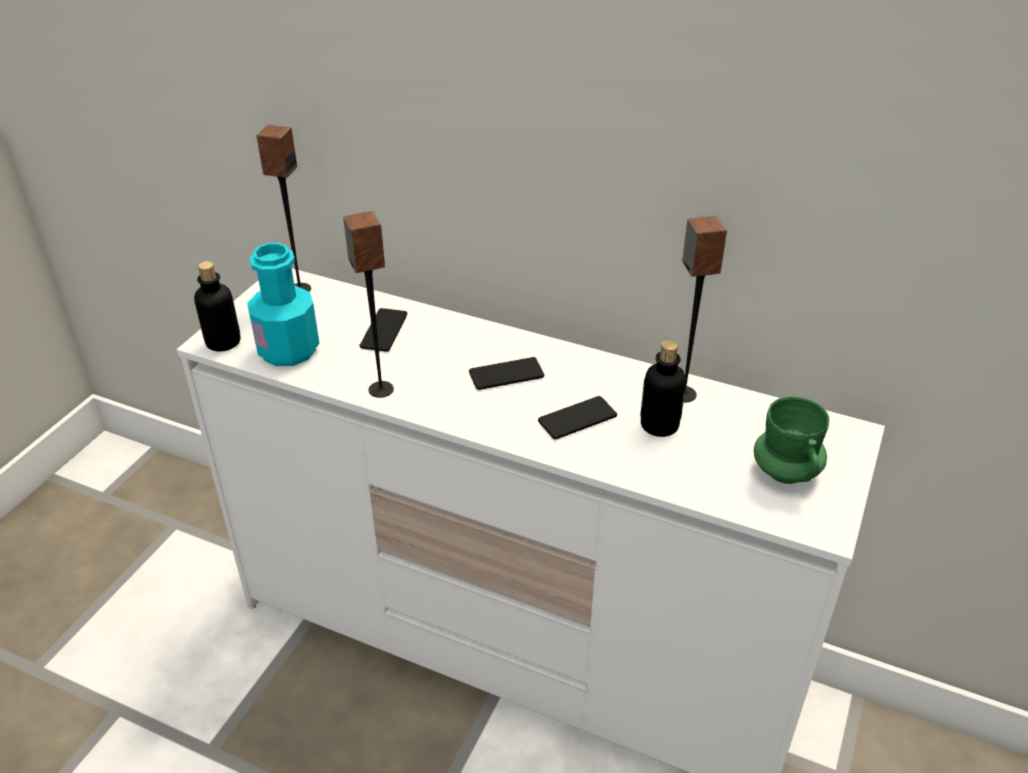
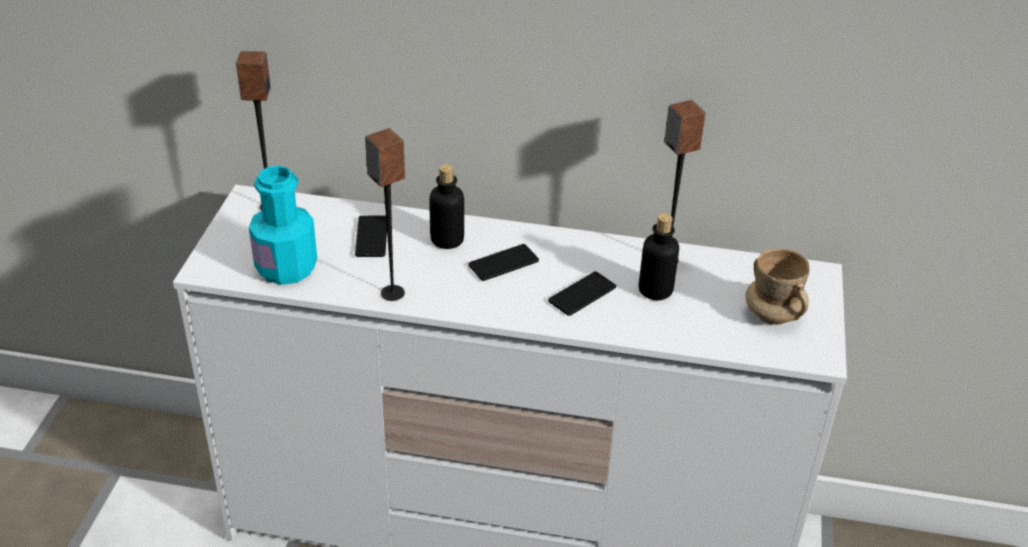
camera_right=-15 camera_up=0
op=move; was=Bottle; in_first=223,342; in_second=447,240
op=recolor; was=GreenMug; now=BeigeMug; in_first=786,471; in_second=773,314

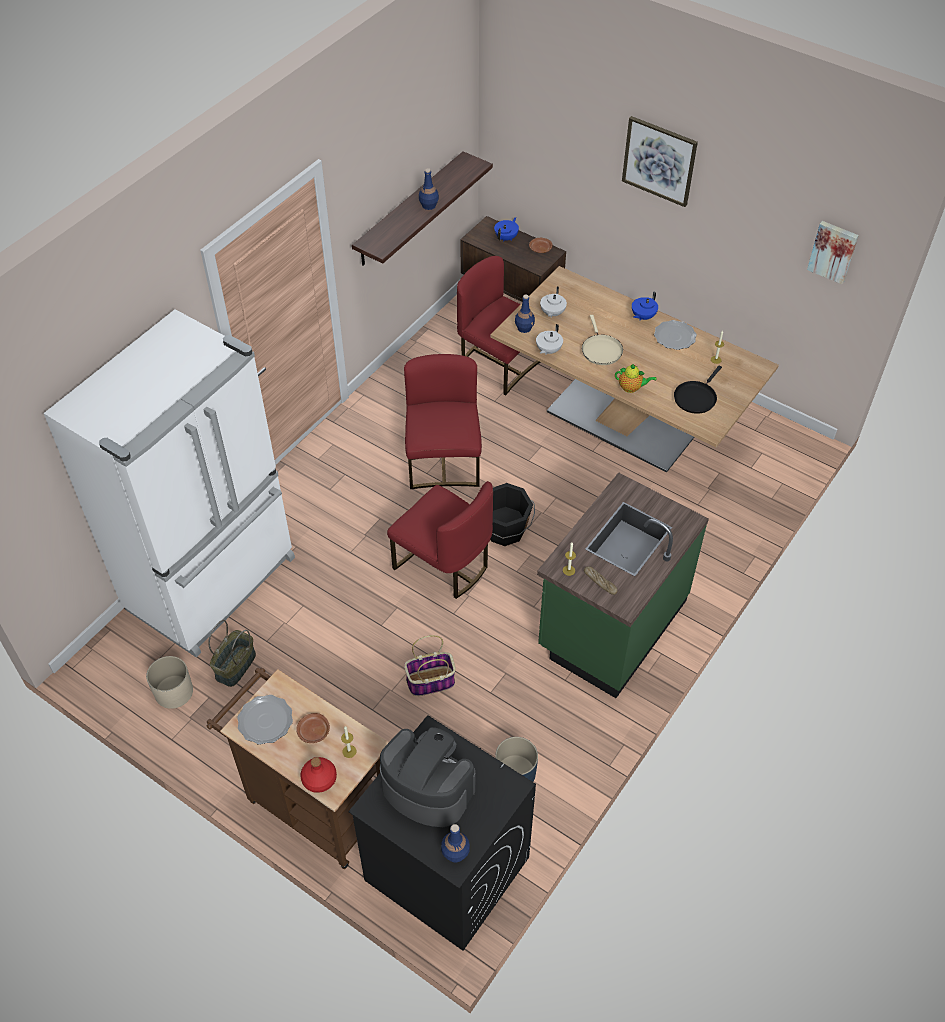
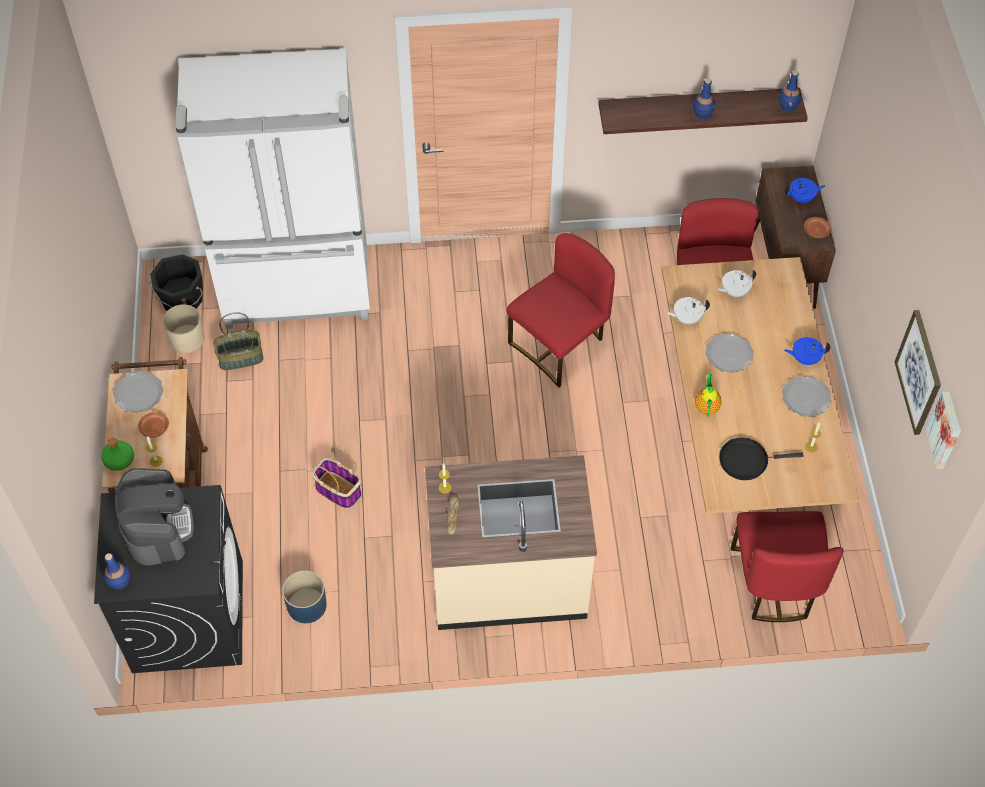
camera_right=50 camera_up=5
op=recolor; was=RedBottle; now=GreenBottle; in_first=319,779; in_second=119,460
op=move; was=BlackBucket; in_first=505,530; in_second=182,300
op=recolor; was=GreenCounter; now=BeigeCounter; in_first=611,624; in_second=508,578
op=rotate; was=Teapot; in_first=631,388; in_second=706,406; clockwise=-150
op=replace; was=BeigeFryingPan; now=Plate; in_first=600,350; in_second=728,354
op=move; was=RedChair; in_first=444,565; in_second=774,583
op=move; was=BlueBottle; in_first=524,328; in_second=788,106
op=move; was=Picture; in_first=659,161; in_second=919,372

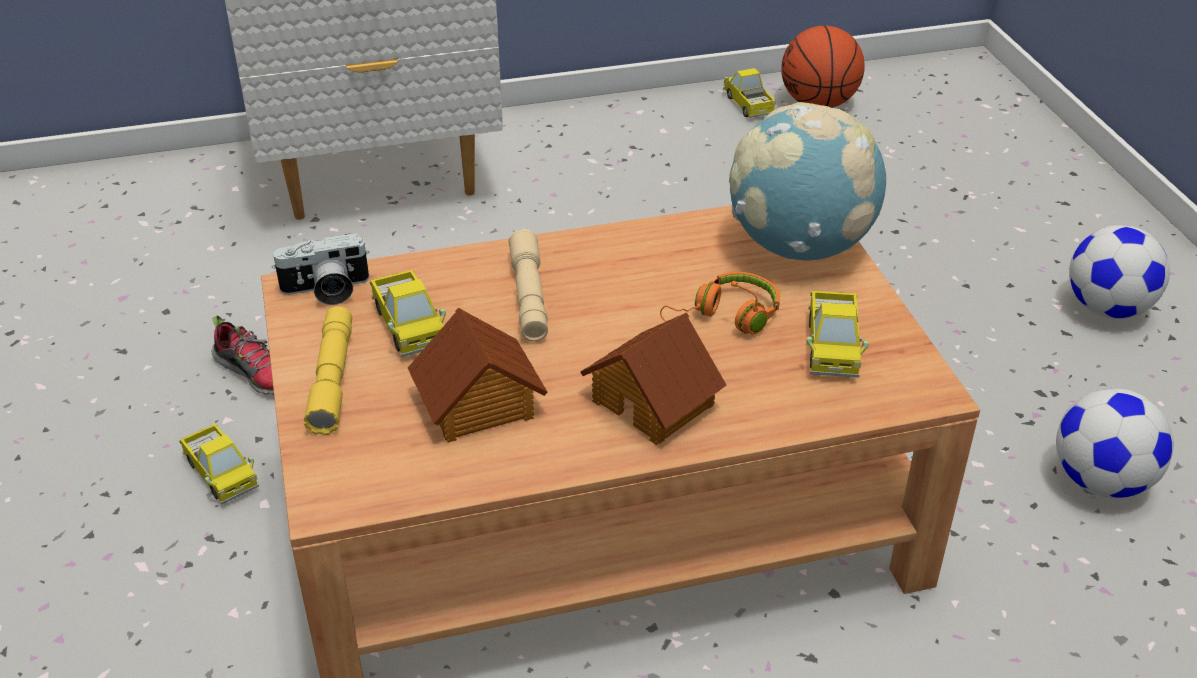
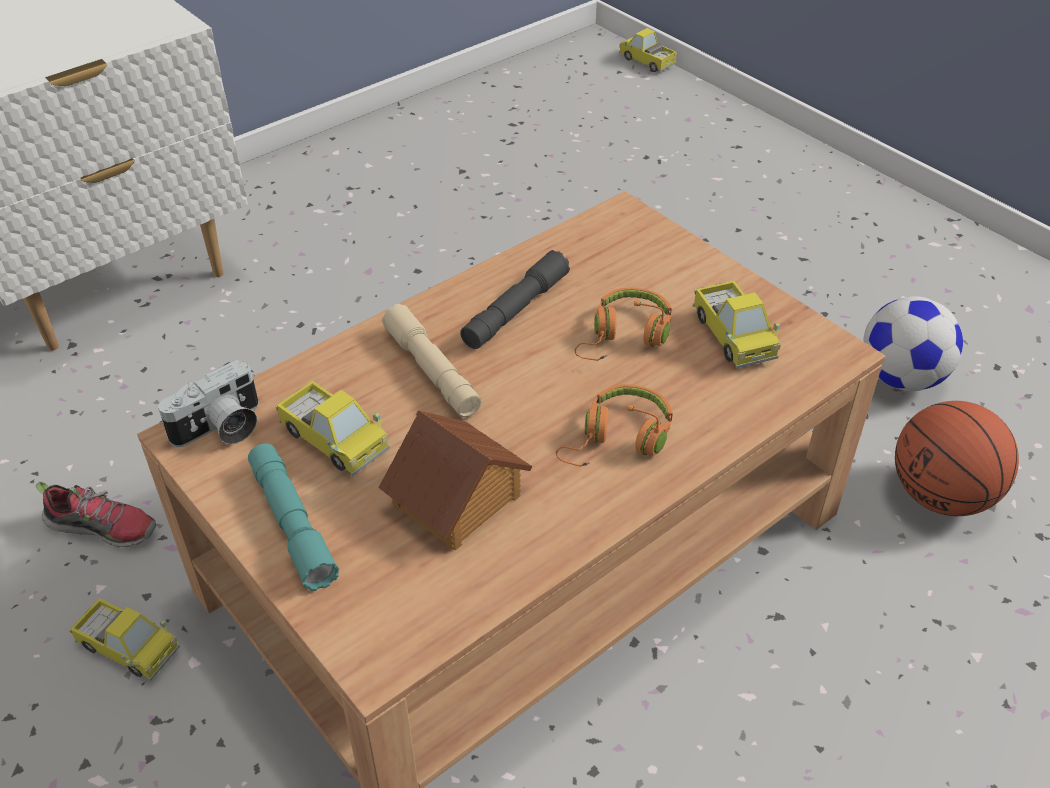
camera_right=-25 camera_up=5
op=recolor; was=YellowFlashlight; now=TurquoiseFlashlight; in_first=332,379; in_second=292,524
op=insert; now=GreyFlashlight; in_second=515,310
op=replace; was=ToyHouse; now=OrangeHeadphones; in_first=654,401; in_second=618,440
op=move; was=ToyTruck; in_first=748,105; in_second=647,61
op=move; was=Basketball; in_first=819,103; in_second=941,495
op=delete; was=Globe; in_first=800,247
op=delete; was=Football; in_first=1107,308

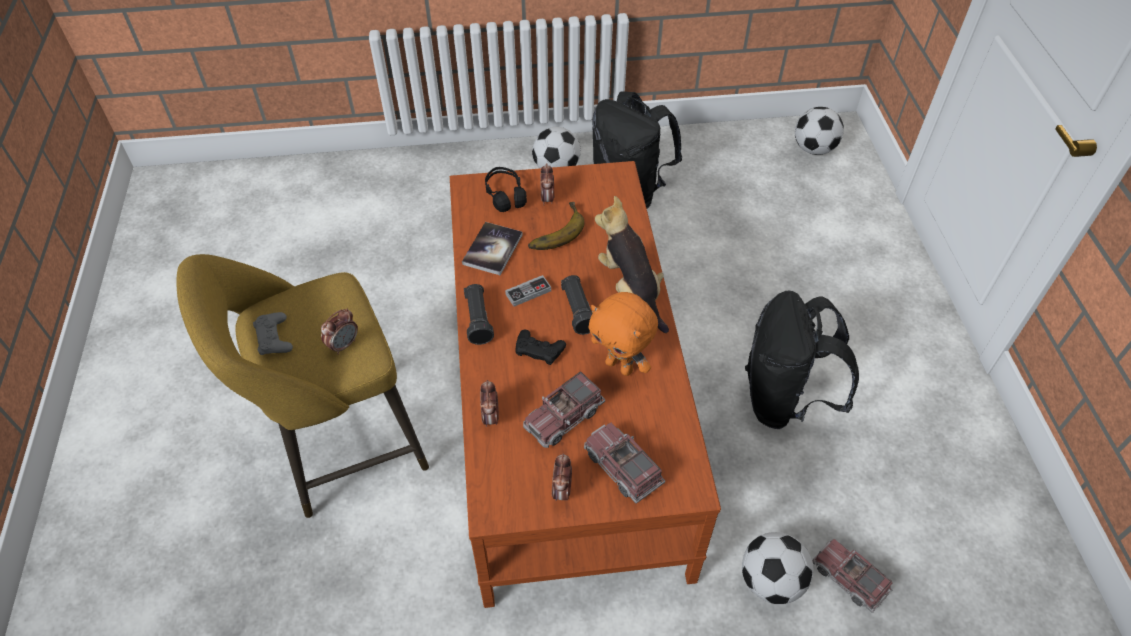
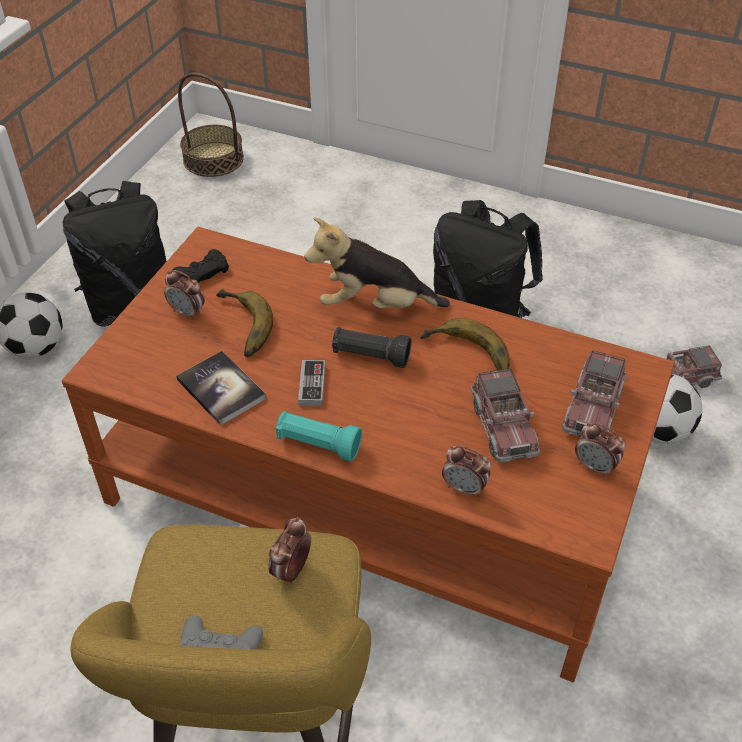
camera_right=-60 camera_up=-5
op=move; was=BlackGameController; in_first=539,349; in_second=202,272
op=replace; was=Football; now=Basket; in_first=813,149; in_second=213,159
op=rotate; was=AlarmClock; in_first=343,345; in_second=291,570; clockwise=-135
op=recolor; was=BlackFlashlight; now=TurquoiseFlashlight; in_first=478,320; in_second=318,444
op=replace; was=OrangePlushToy; now=Banana; in_first=620,366; in_second=467,356
op=rotate; was=ToyTruck; in_first=622,467; in_second=593,408; clockwise=-60
op=delete; was=BlackHeadphones; in_first=505,195

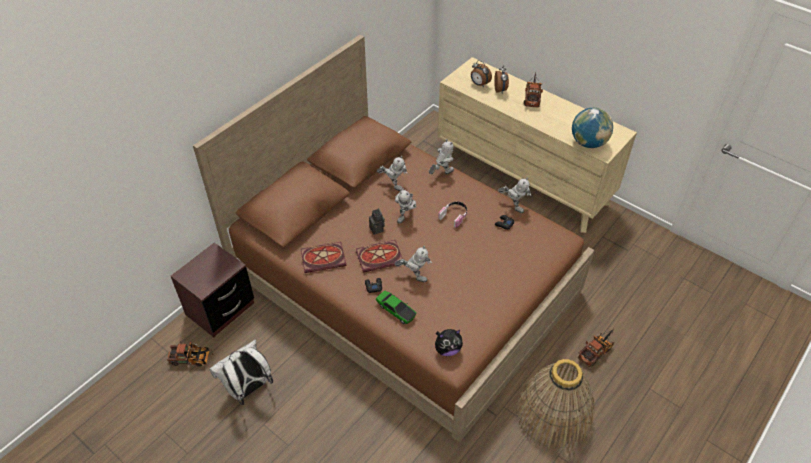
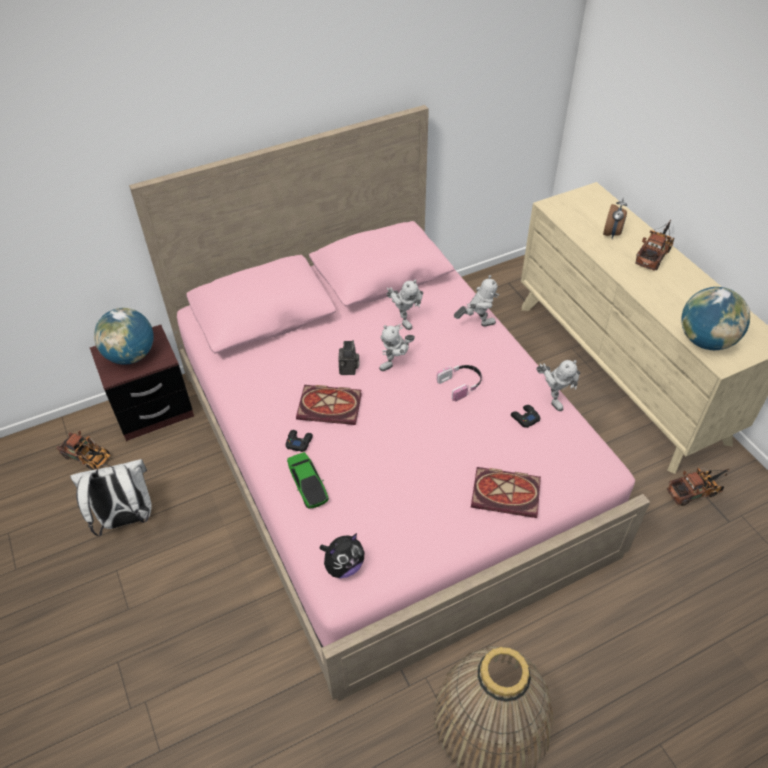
camera_right=25 camera_up=0
op=insert; now=Globe; in_second=131,356
op=recolor; was=BrownBed; now=PinkBed; in_first=405,284; in_second=386,457
op=rotate; was=PlushToy; in_first=447,349; in_second=343,566; clockwise=-45
op=move; was=Book; in_first=324,258; in_second=507,493
op=move; was=ToyTruck; in_first=596,351; in_second=696,491
op=delete; was=ToyRobot; in_first=414,276
op=delete; was=AlarmClock; in_first=479,84

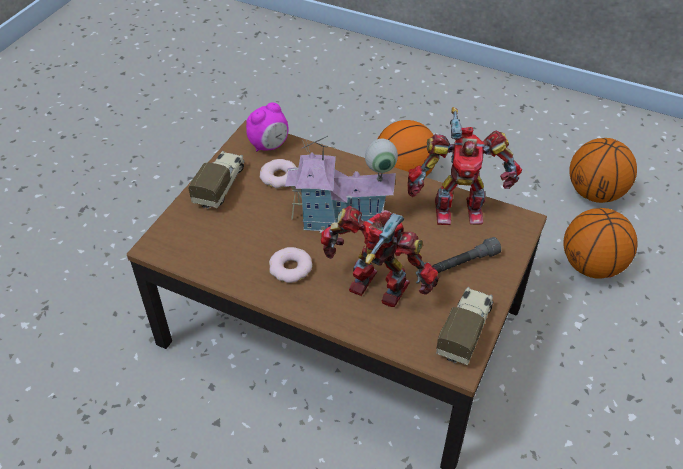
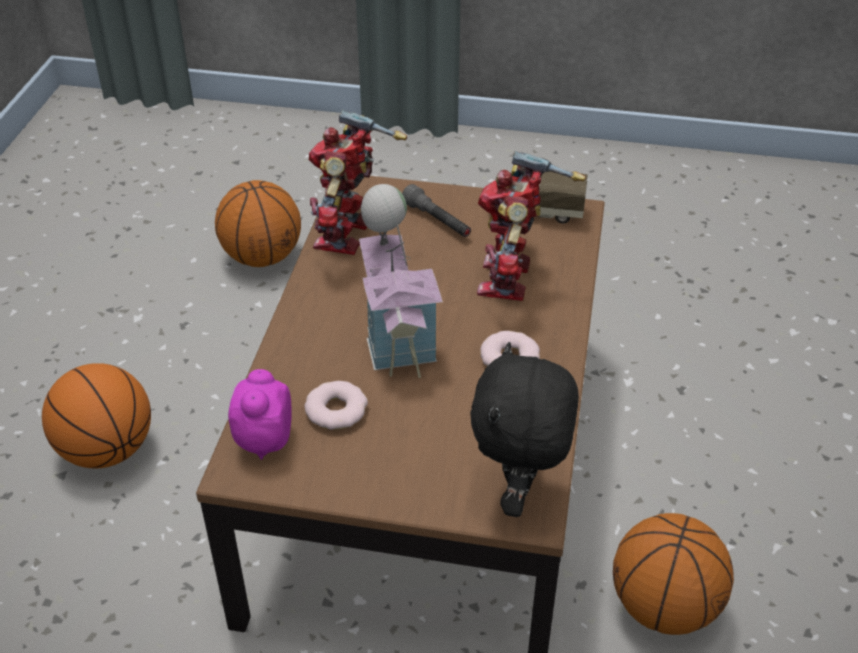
camera_right=-105 camera_up=-5
op=rotate; was=AlarmClock; in_first=269,146; in_second=263,440; clockwise=-120
op=rotate; was=ToyRobot; in_first=457,208; in_second=348,235; clockwise=-150
op=insert; now=BlackPlushToy; in_second=519,494
op=move; was=Basketball; in_first=594,193; in_second=664,607
op=delete; was=ToyTruck; in_first=220,186

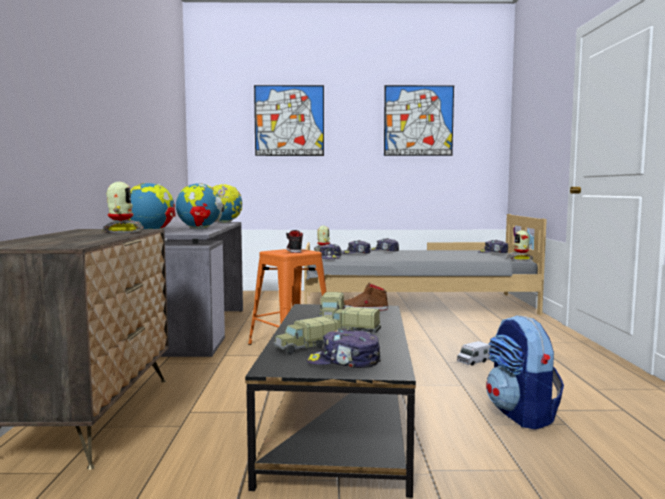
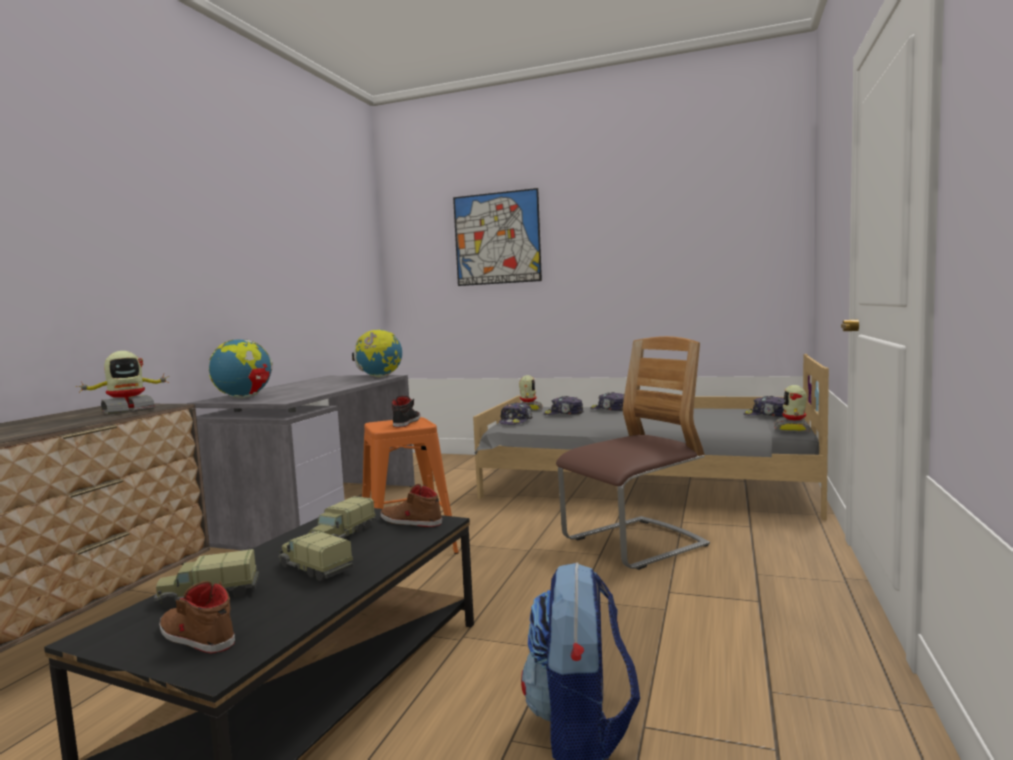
camera_right=20 camera_up=0
op=rotate; was=ToyRobot; in_first=122,231; in_second=128,410; clockwise=45
op=replace; was=Cap; now=BrownShoe; in_first=344,362; in_second=195,636
op=insert; now=Chair; in_second=634,544
op=delete; was=Globe; in_first=200,229
op=delete; was=Picture; in_first=418,120
op=delete; was=ToyTruck; in_first=473,361

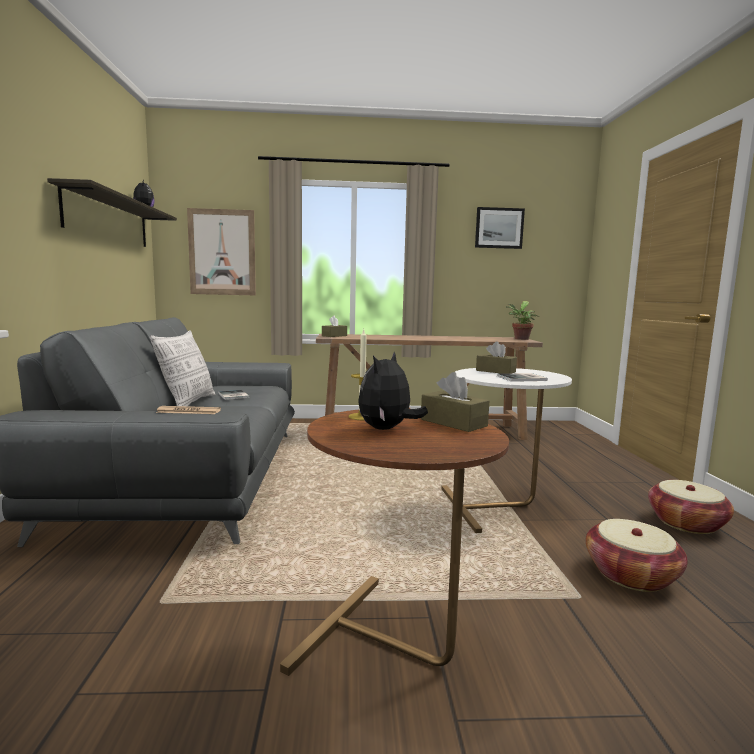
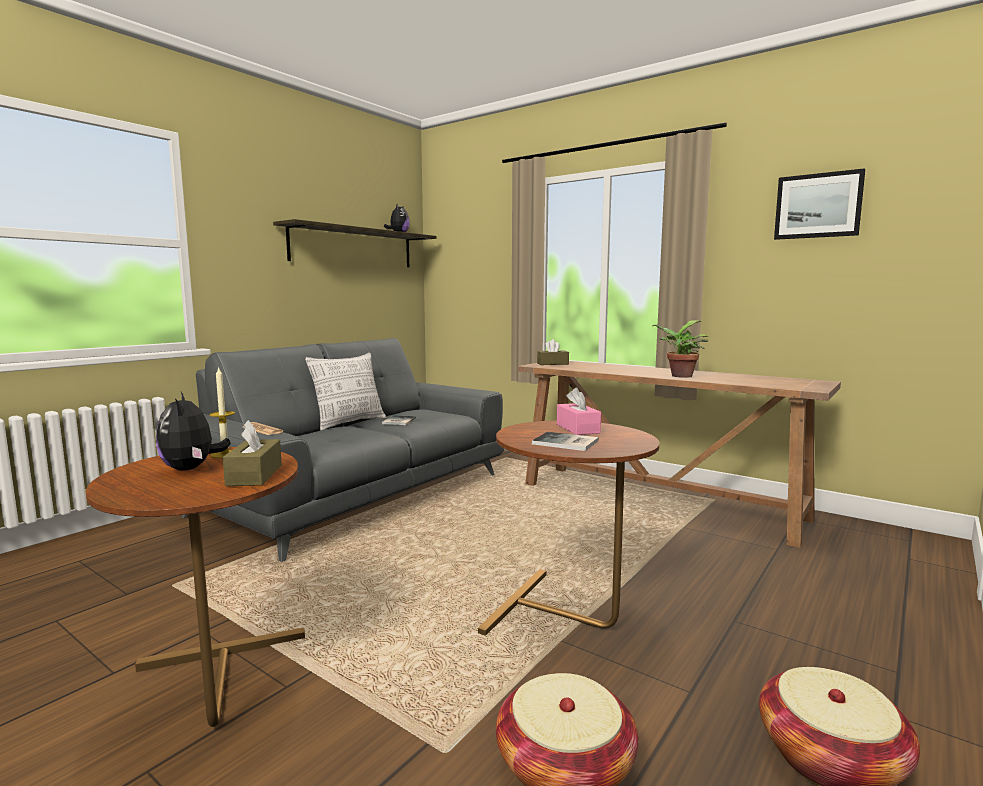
camera_right=40 camera_up=0
op=rotate; was=PlushToy; in_first=387,429; in_second=191,469; clockwise=-90
op=recolor; was=WhiteSideTable; now=BrownSideTable; in_first=500,507; in_second=568,618
op=recolor; was=BrownTissueBox; now=PinkTissueBox; in_first=495,371; in_second=577,428
op=move; was=PottedPlant; in_first=520,339; in_second=679,376
op=delete; was=Picture; in_first=222,252

